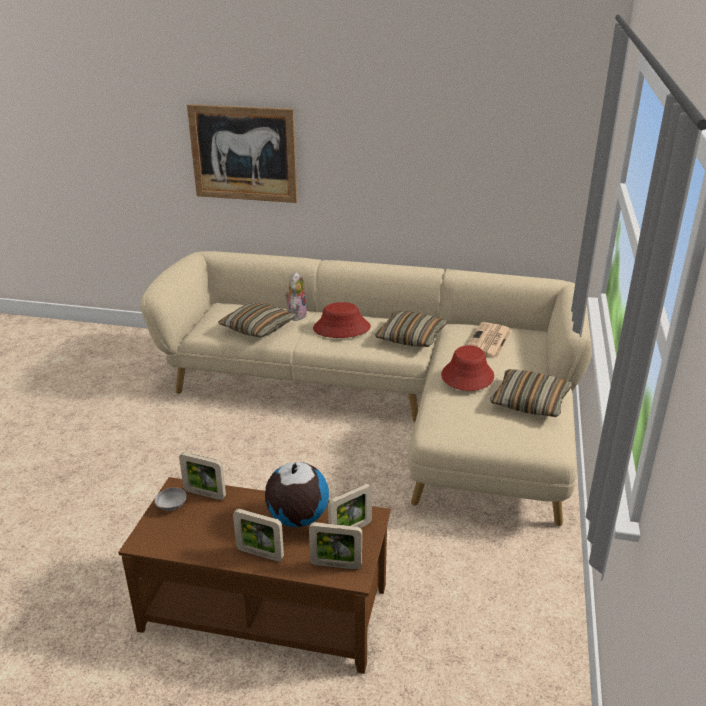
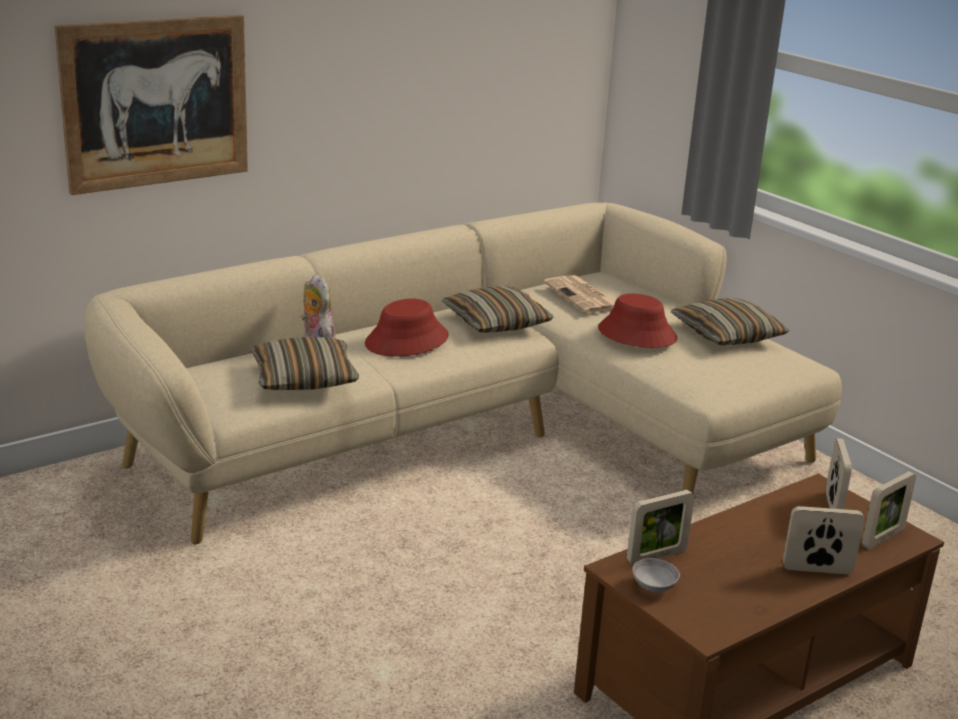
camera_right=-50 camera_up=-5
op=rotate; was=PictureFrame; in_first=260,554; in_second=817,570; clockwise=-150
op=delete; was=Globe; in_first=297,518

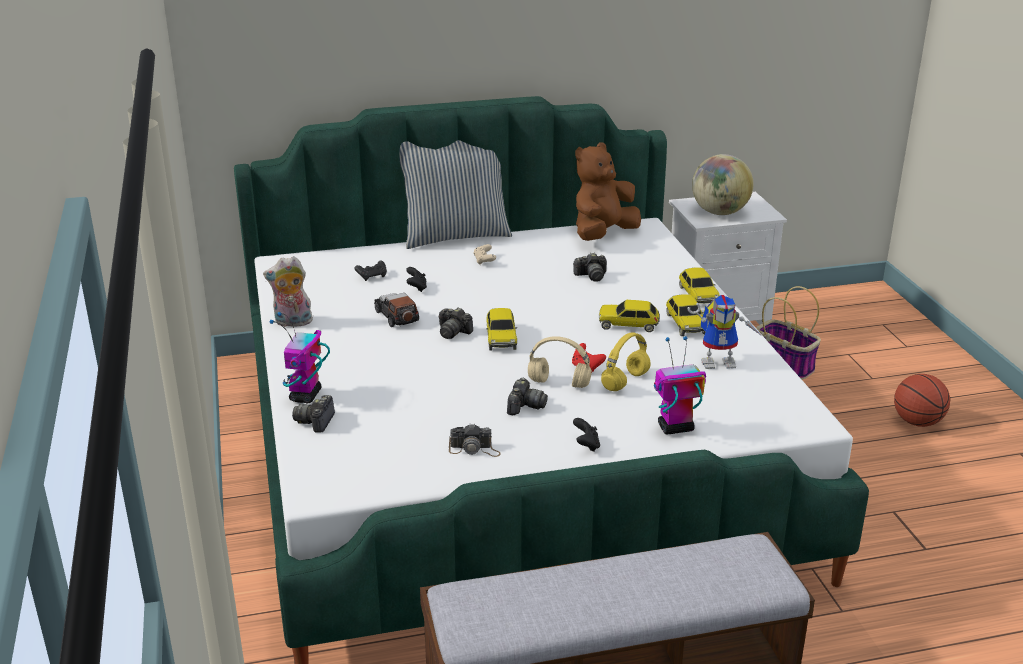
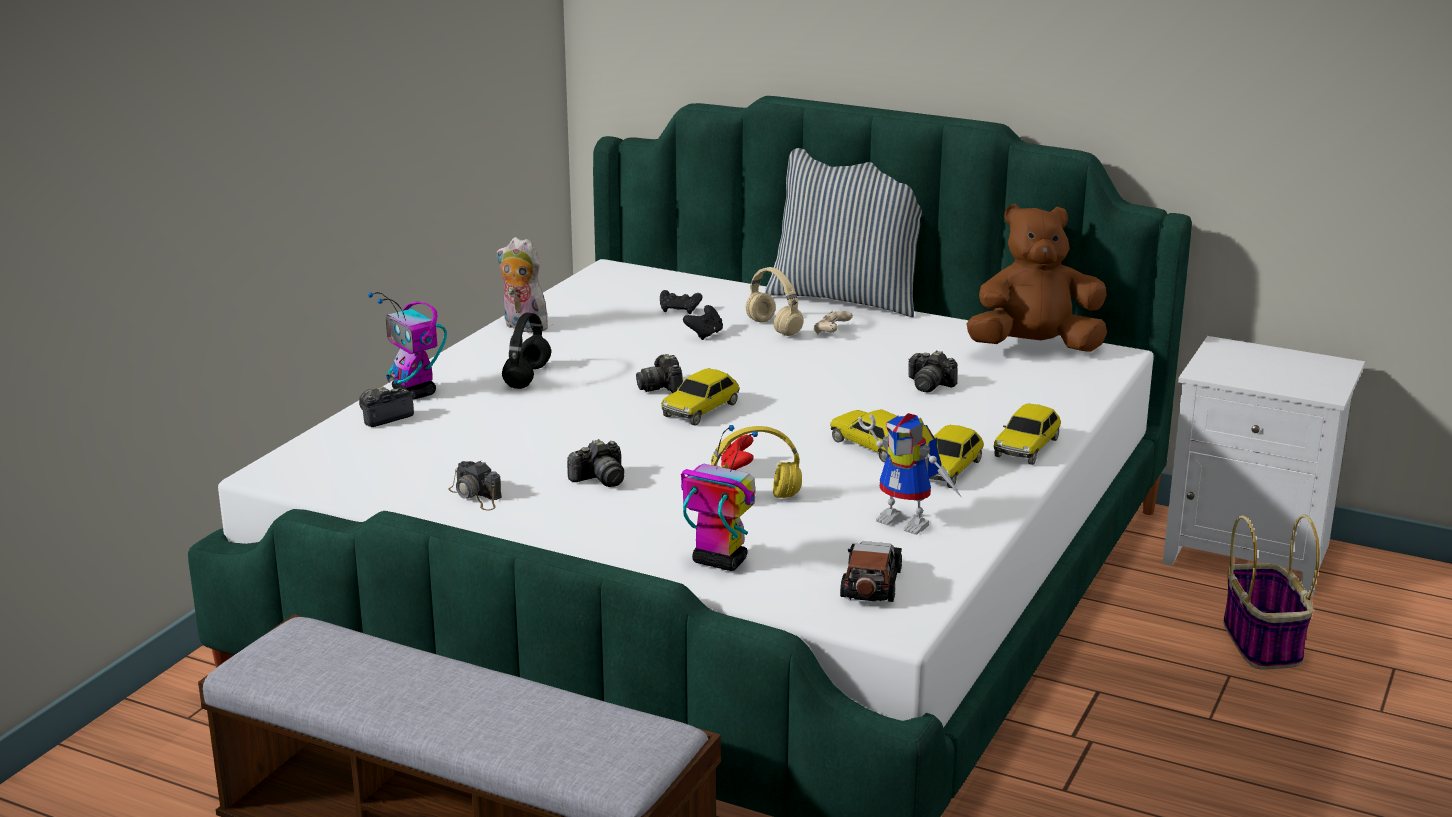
camera_right=40 camera_up=-5
op=rotate; was=ToyRobot; in_first=305,396; in_second=415,392; clockwise=-90
op=insert; now=BlackHeadphones; in_second=527,377
op=move; was=BeigeHeadphones; in_first=560,383; in_second=775,328
op=move; was=ToyCar; in_first=397,316; in_second=871,584
op=delete; was=BlackGameController; in_first=586,445
op=delete; was=Globe; in_first=719,212
op=delete; was=Basketball; in_first=917,422

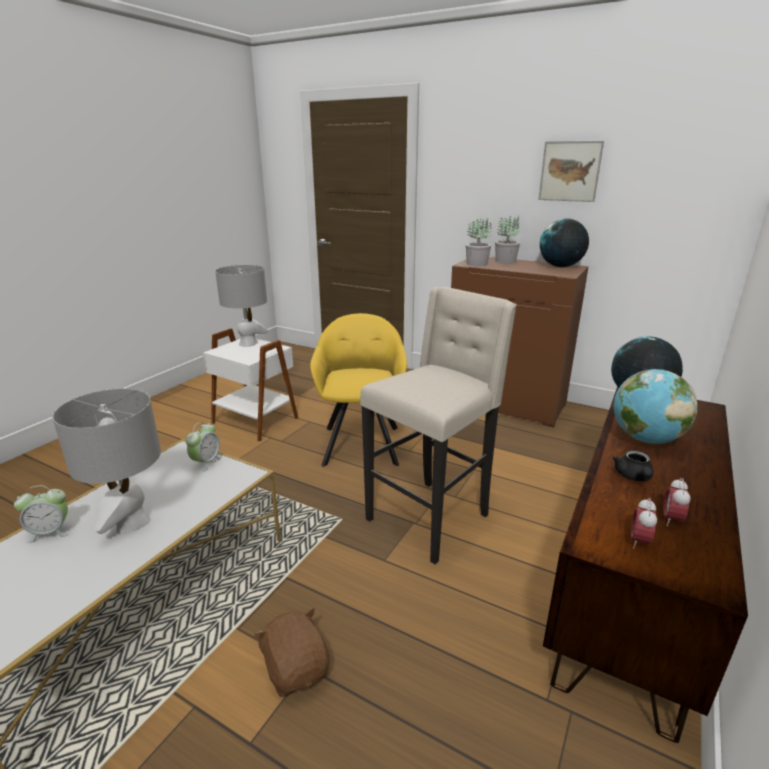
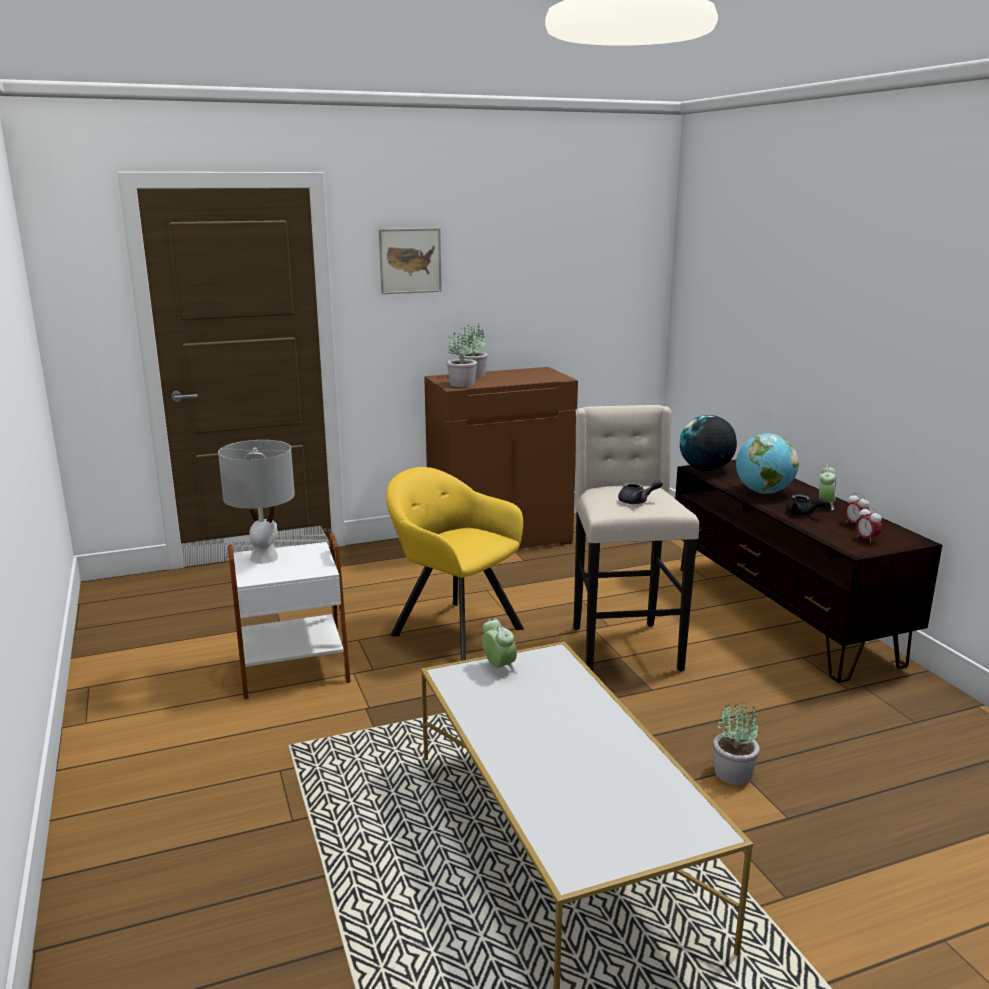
camera_right=-50 camera_up=-5
op=move; was=Picture; in_first=570,171; in_second=410,261
op=insert; now=GreyTeapot; in_second=637,501
op=replace; was=BrownPlushToy; now=PottedPlant; in_first=296,669; in_second=734,773
op=move; was=AlarmClock; in_first=50,532; in_second=825,504
op=delete; was=GreyTableLamp; in_first=132,522
op=delete; was=Globe; in_first=560,266

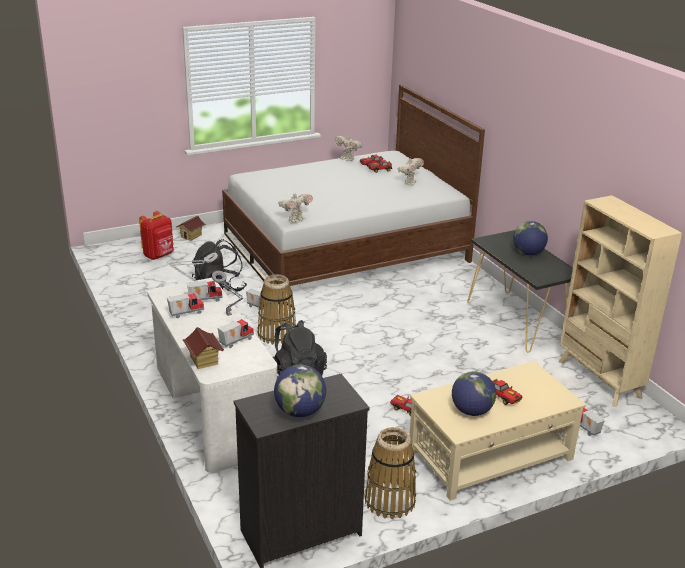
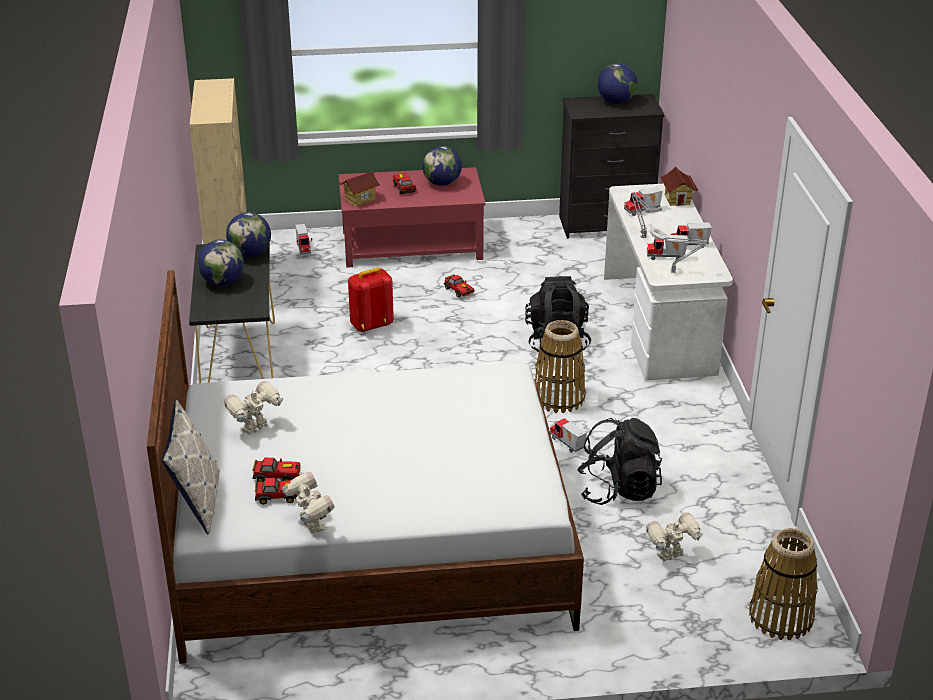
camera_right=-160 camera_up=5
op=insert; now=Pillow; in_second=197,503
op=insert; now=Globe; in_second=250,254
op=recolor; was=BeigeCoffeeTable; now=RedCoffeeTable; in_first=491,455; in_second=411,245
op=move; was=ToyHouse; in_first=191,236; in_second=360,199
op=move; was=RedBackpack; in_first=159,255; in_second=371,325
op=move; was=ToyRobot; in_first=295,220; in_second=671,556
op=move; was=Basket; in_first=390,501; in_second=780,617

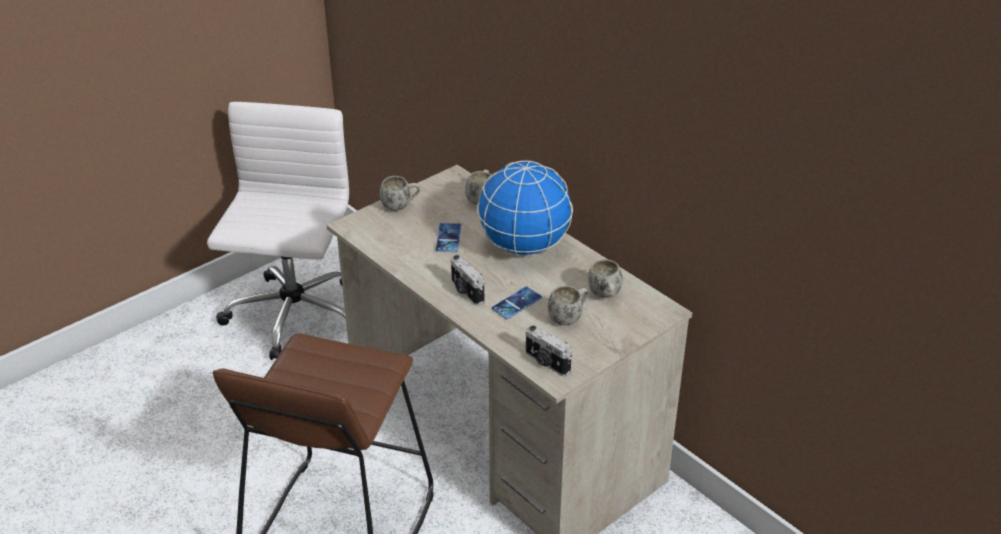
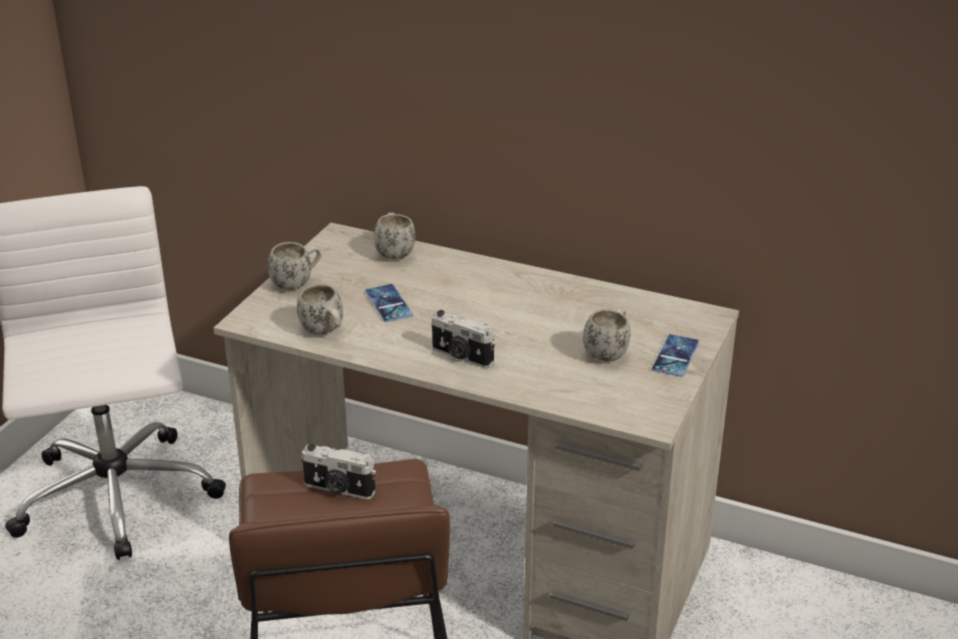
camera_right=-25 camera_up=-5
op=move; was=WhiteMug; in_first=606,296; in_second=325,332
op=move; was=PhotoCamera; in_first=546,363; in_second=338,489
op=move; was=Phone; in_first=516,303; in_second=675,356
op=delete; was=Globe; in_first=523,247

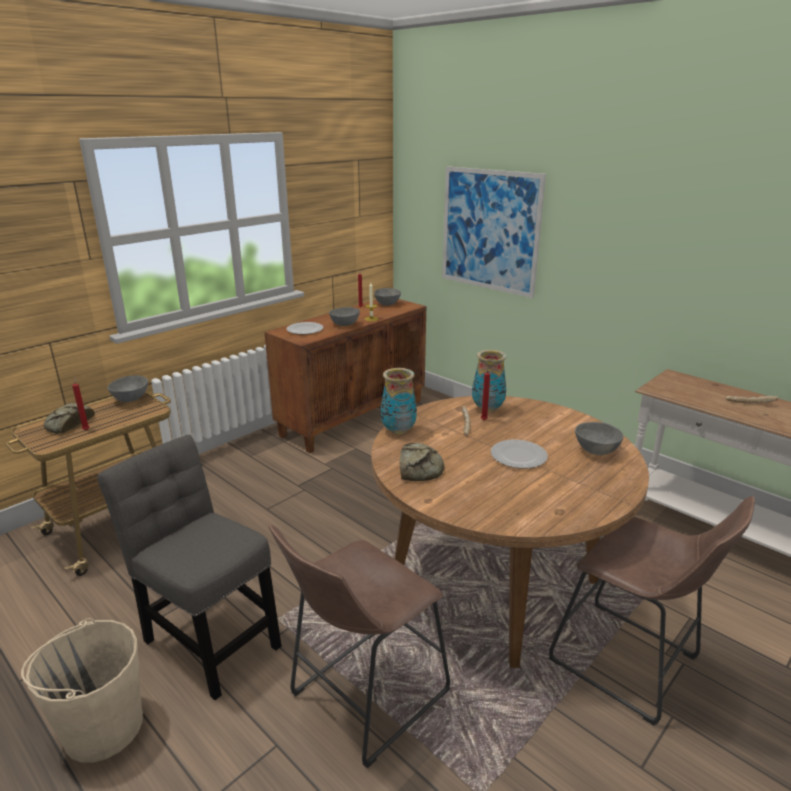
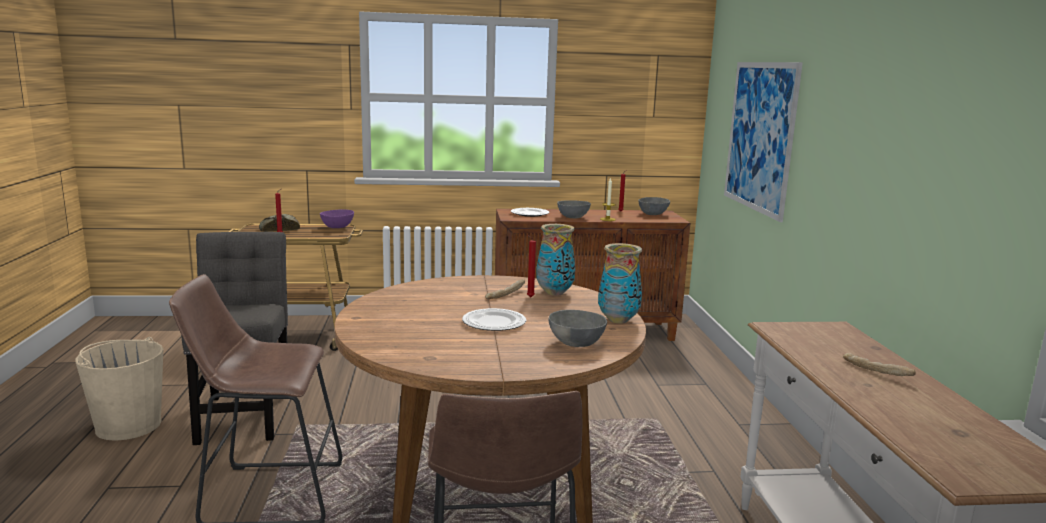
camera_right=40 camera_up=-10
op=recolor; was=GreyBowl; now=PurpleBowl; in_first=131,398; in_second=338,227
op=move; was=Vase; in_first=398,431; in_second=618,320
op=delete; was=Bread; in_first=419,468

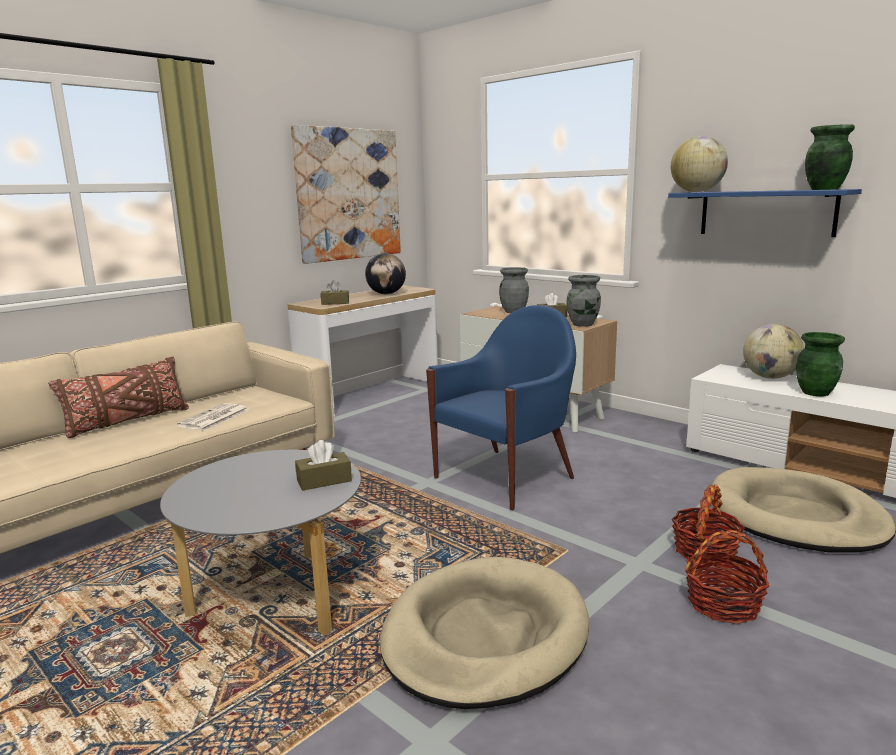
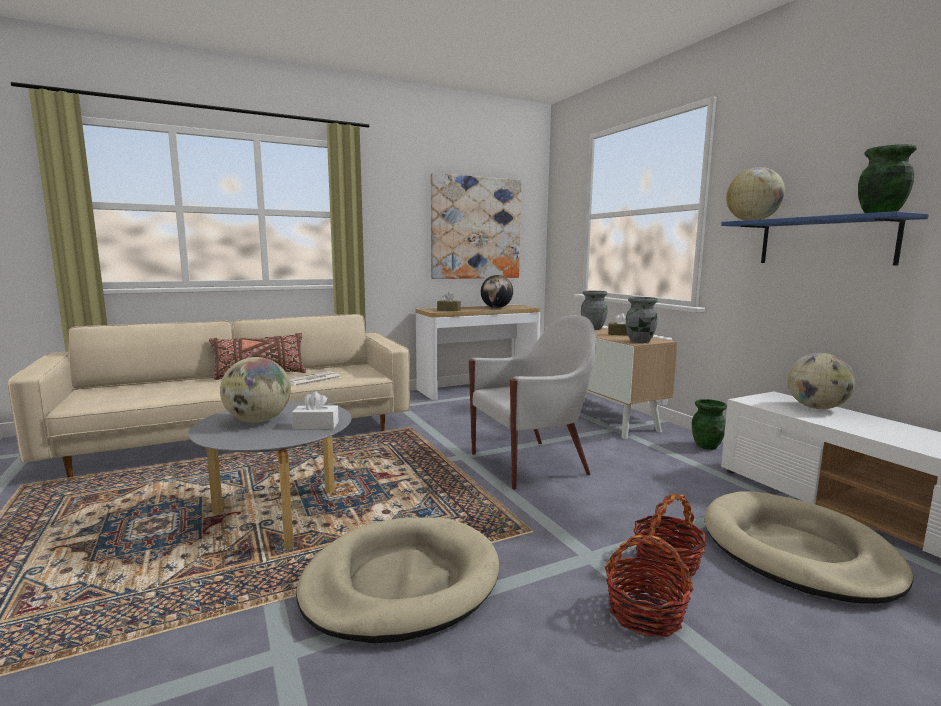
camera_right=20 camera_up=-5
op=insert; now=Globe; in_second=258,421
op=recolor; was=BrownTissueBox; now=WhiteTissueBox; in_first=324,481; in_second=316,425
op=recolor; was=BlueArmchair; now=WhiteArmchair; in_first=506,477; in_second=531,464
op=move; was=GreenVase; in_first=816,392; in_second=707,446

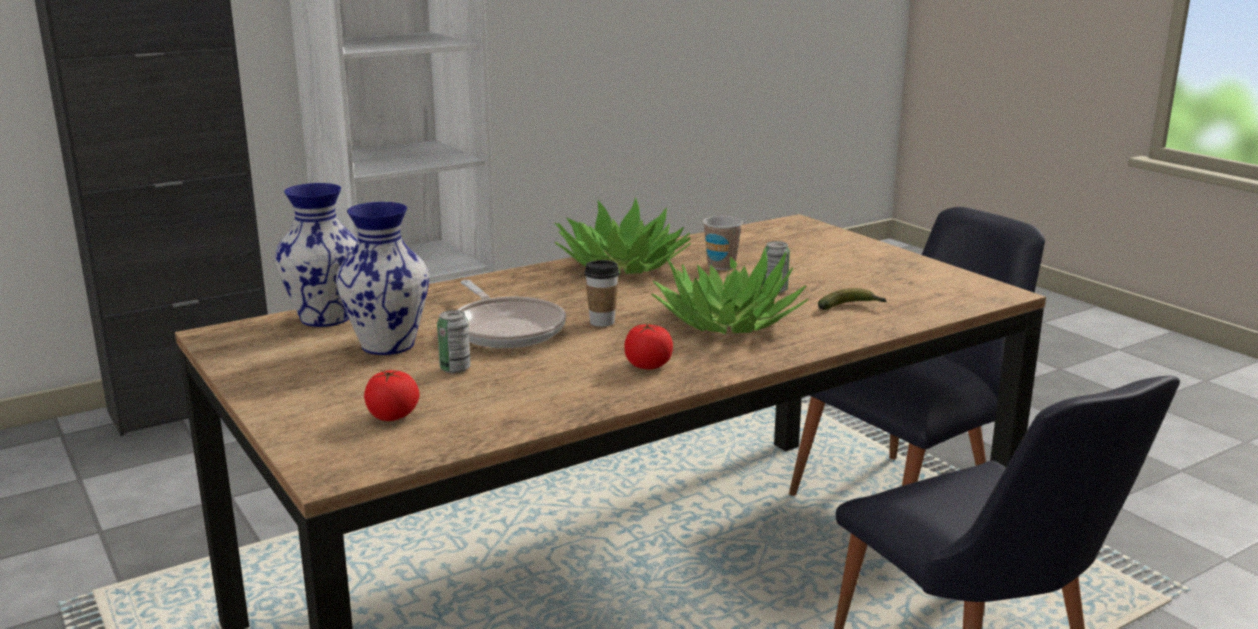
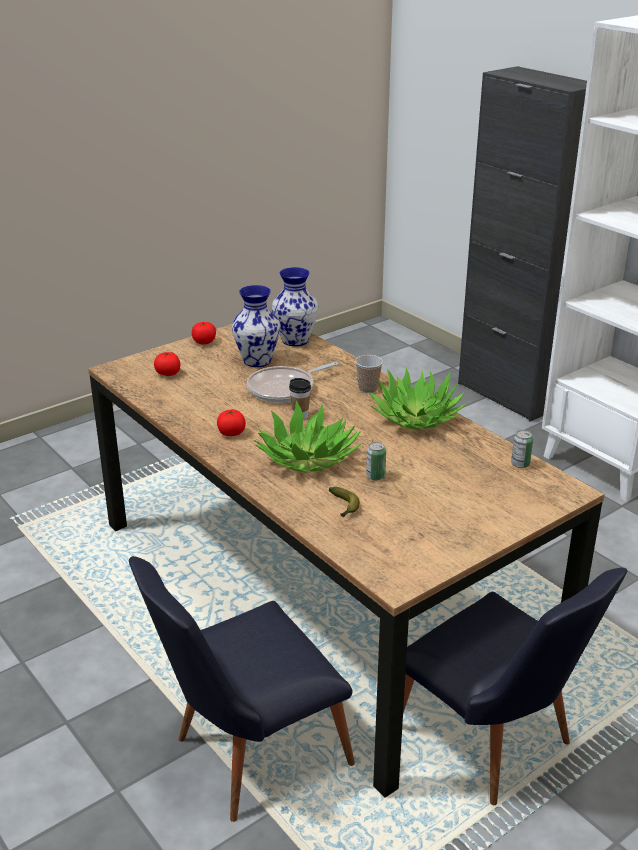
camera_right=85 camera_up=10
op=insert; now=Tomato; in_second=204,342
op=move; was=Cup; in_first=721,266; in_second=368,389
op=move; was=Can; in_first=455,368; in_second=520,464

